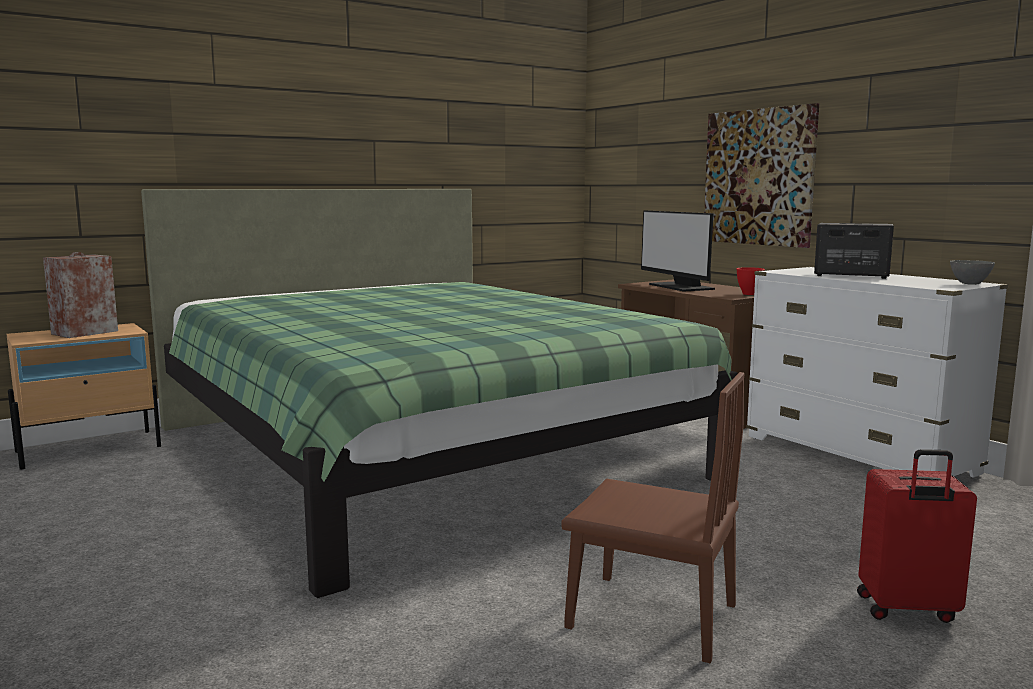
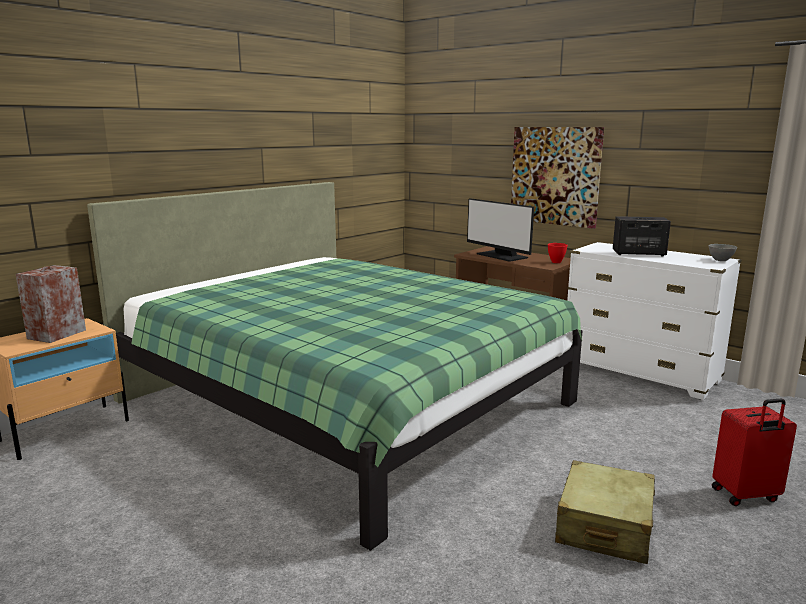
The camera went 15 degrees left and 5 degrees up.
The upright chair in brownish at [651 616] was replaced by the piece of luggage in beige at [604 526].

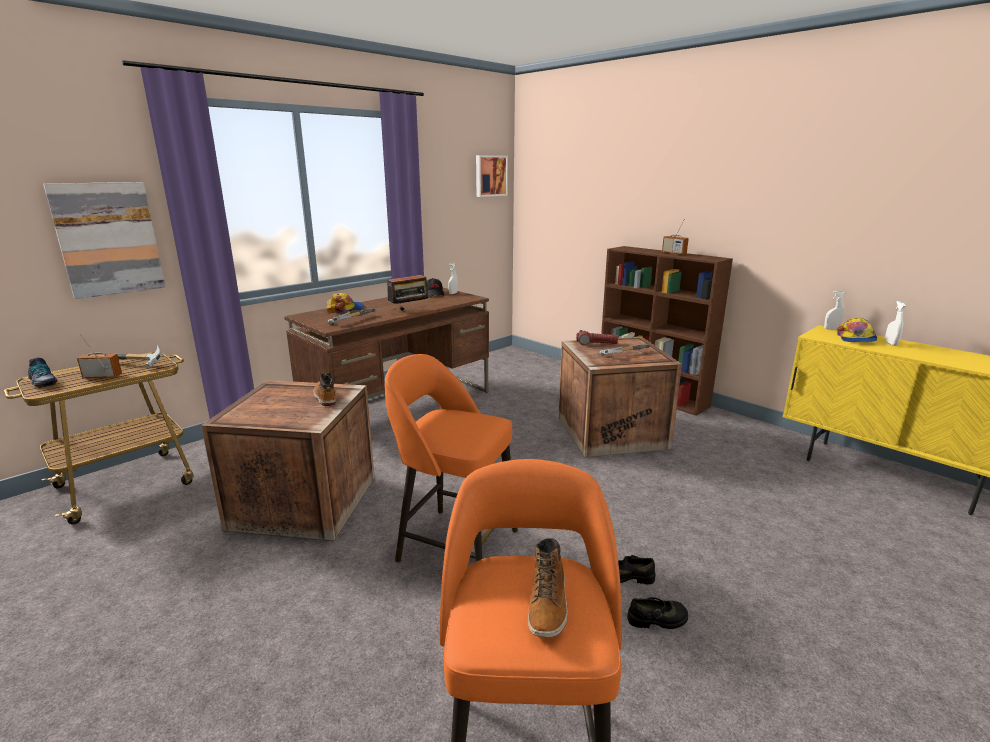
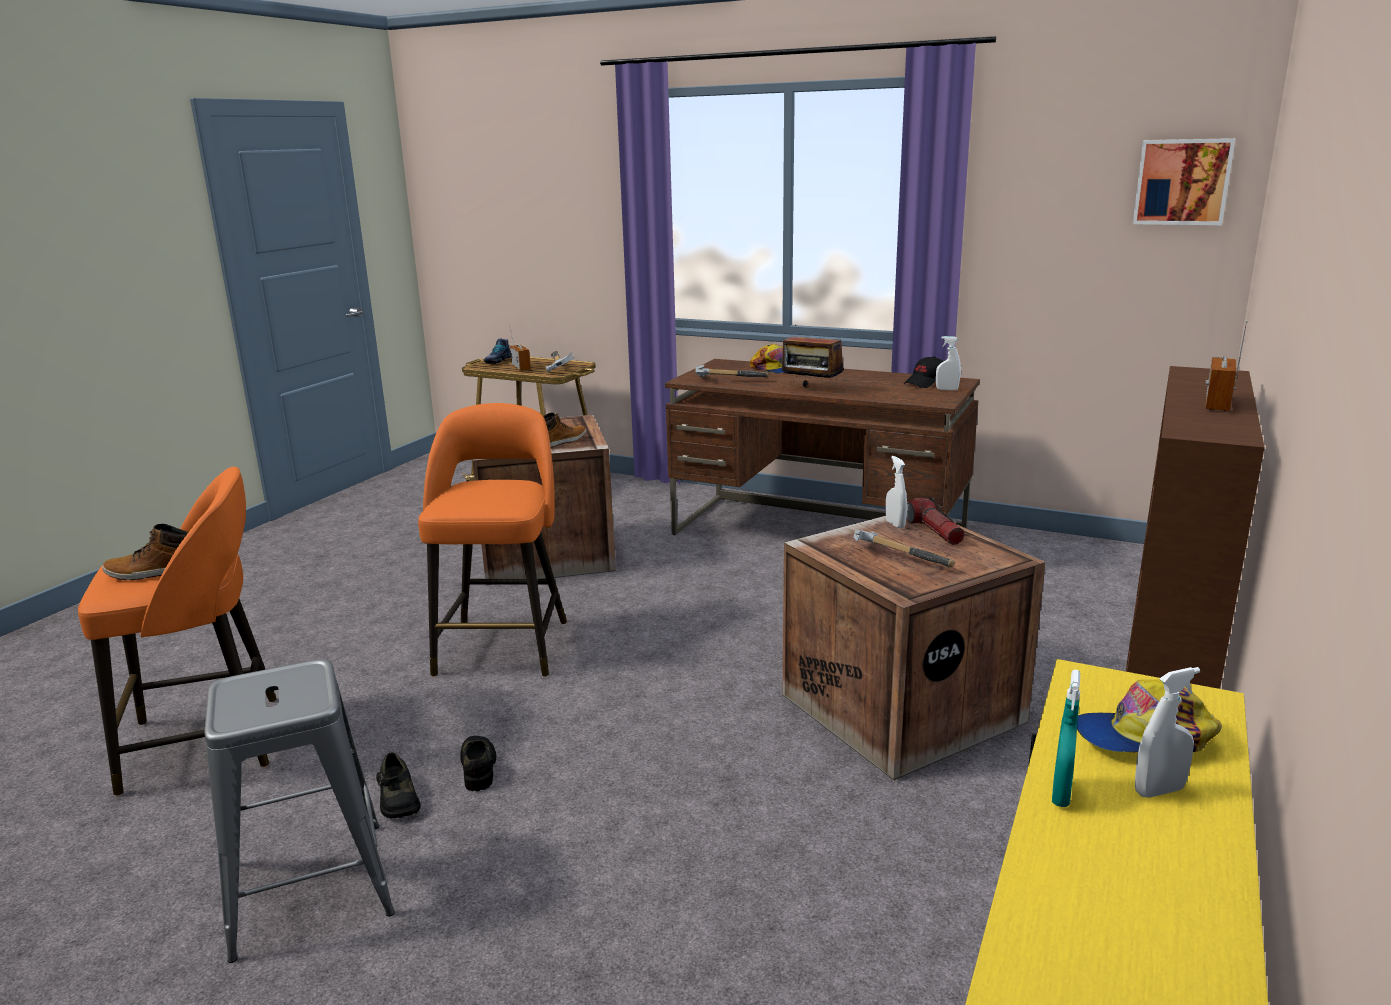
The camera went 70 degrees right and 0 degrees up.
The wall picture at [108 239] disappeared.
The stool in gray at [310 888] appeared.
The sprayer in blue-green at [1061 794] appeared.
The sprayer in white moved from [831 329] to [895 524].

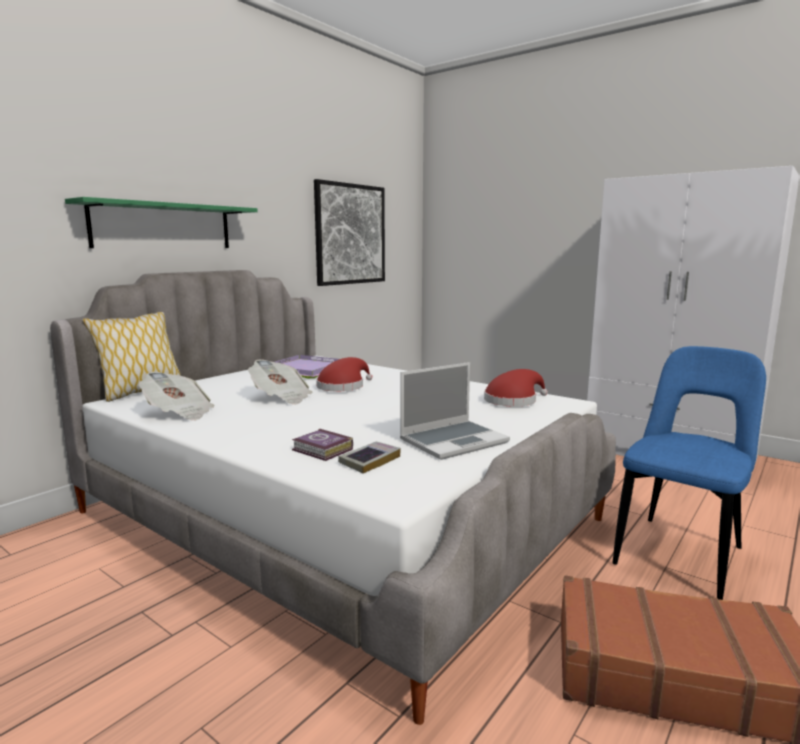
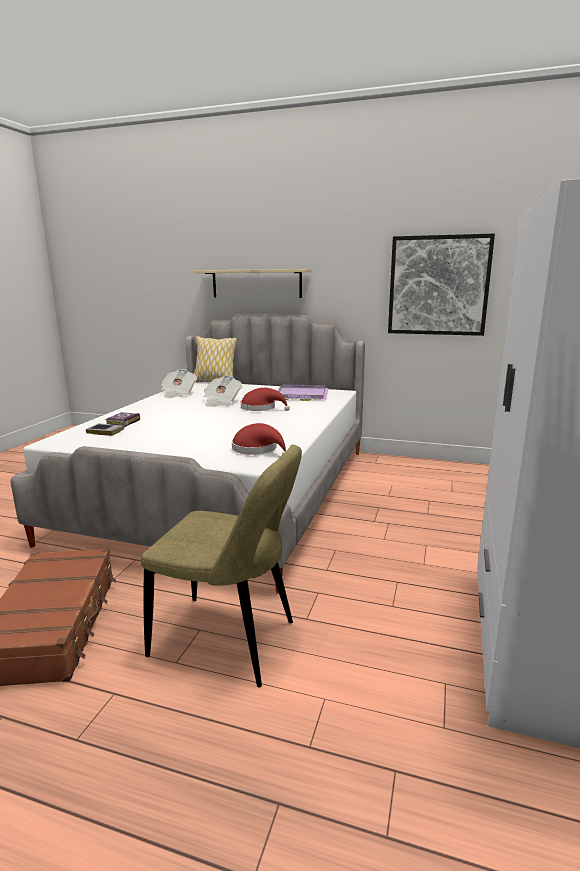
The camera went 70 degrees right and 5 degrees up.
The notebook computer at [454 441] disappeared.
The wall shelf in green at [163 226] became the wall shelf in beige at [256 283].
The upright chair in blue at [681 553] became the upright chair in beige at [229 641].

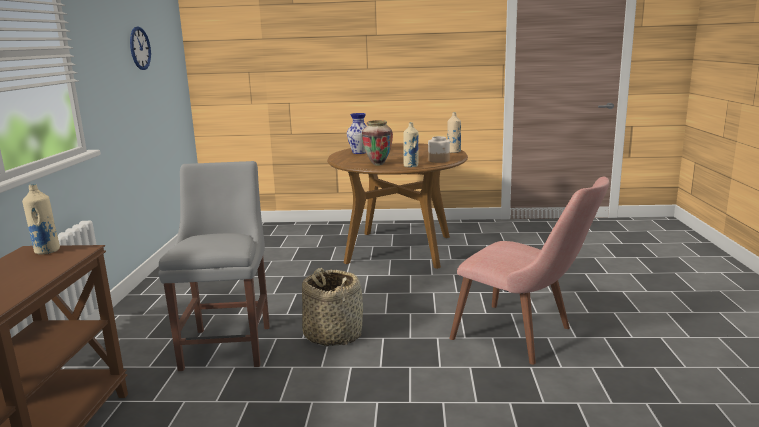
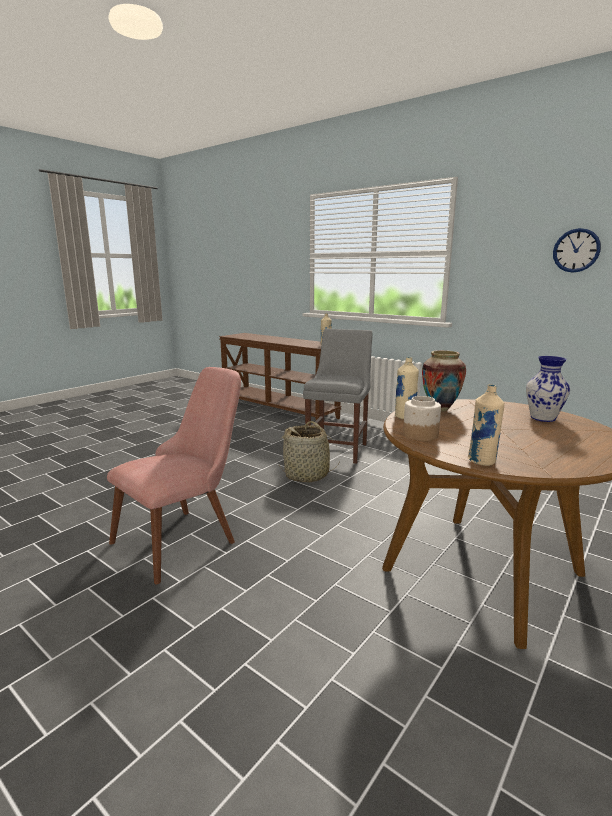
The camera went 125 degrees right and 0 degrees up.
The upright chair in gray at [229 344] turned 105 degrees counterclockwise.
The upright chair in pink-coloured at [526 336] turned 150 degrees clockwise.

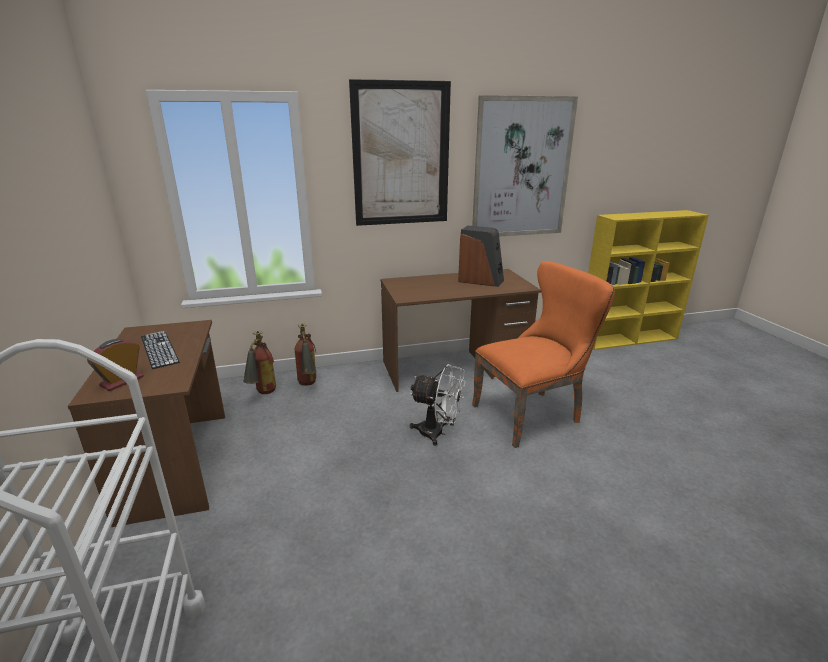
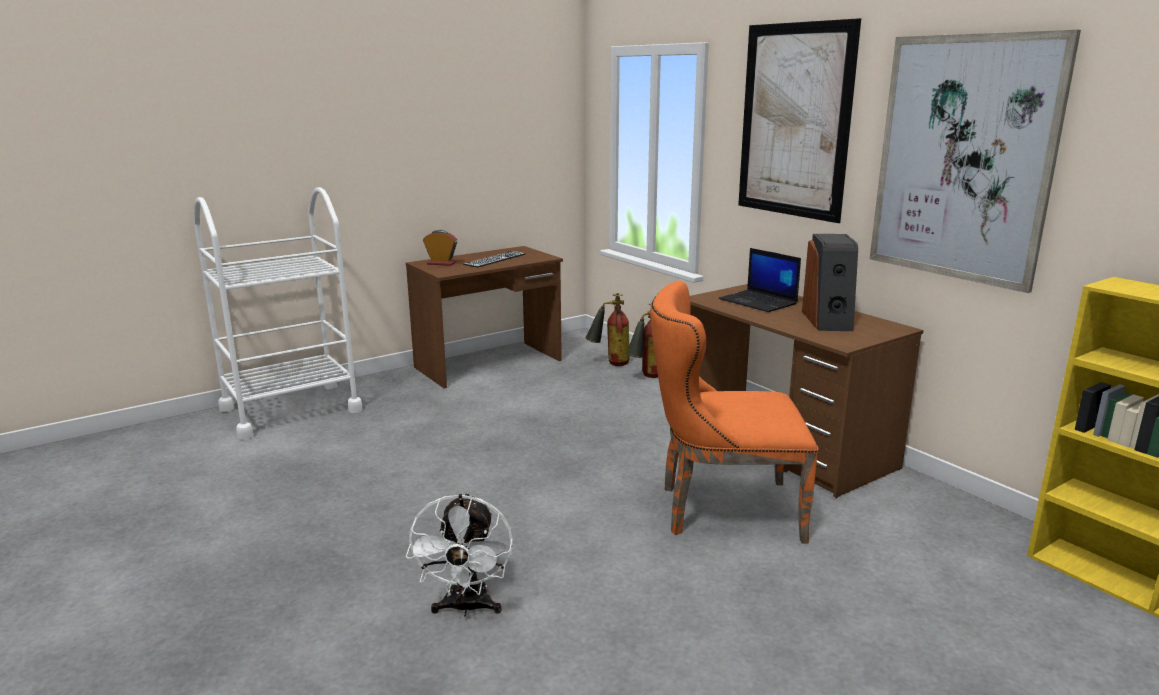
The camera went 70 degrees right and 5 degrees down.
The notebook computer at [759 302] appeared.
The cooling fan in white moved from [437 433] to [467 608].
The upright chair in orange at [532 413] turned 135 degrees clockwise.

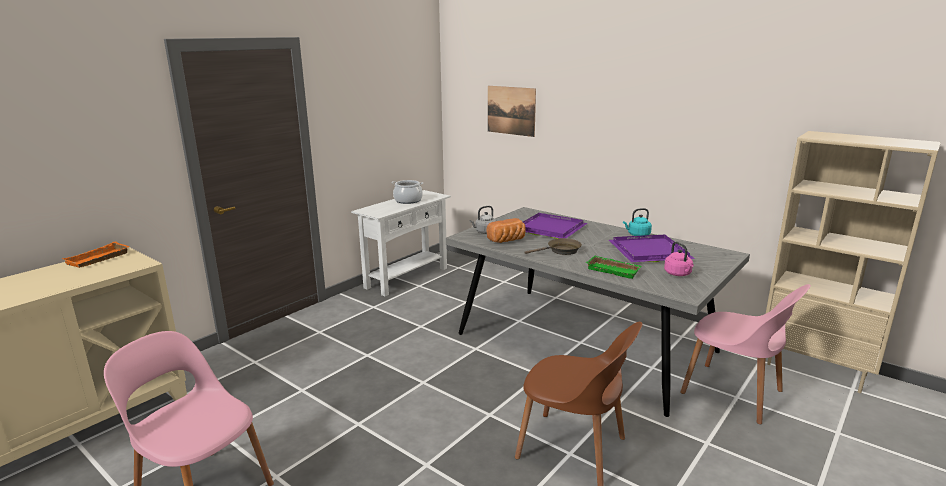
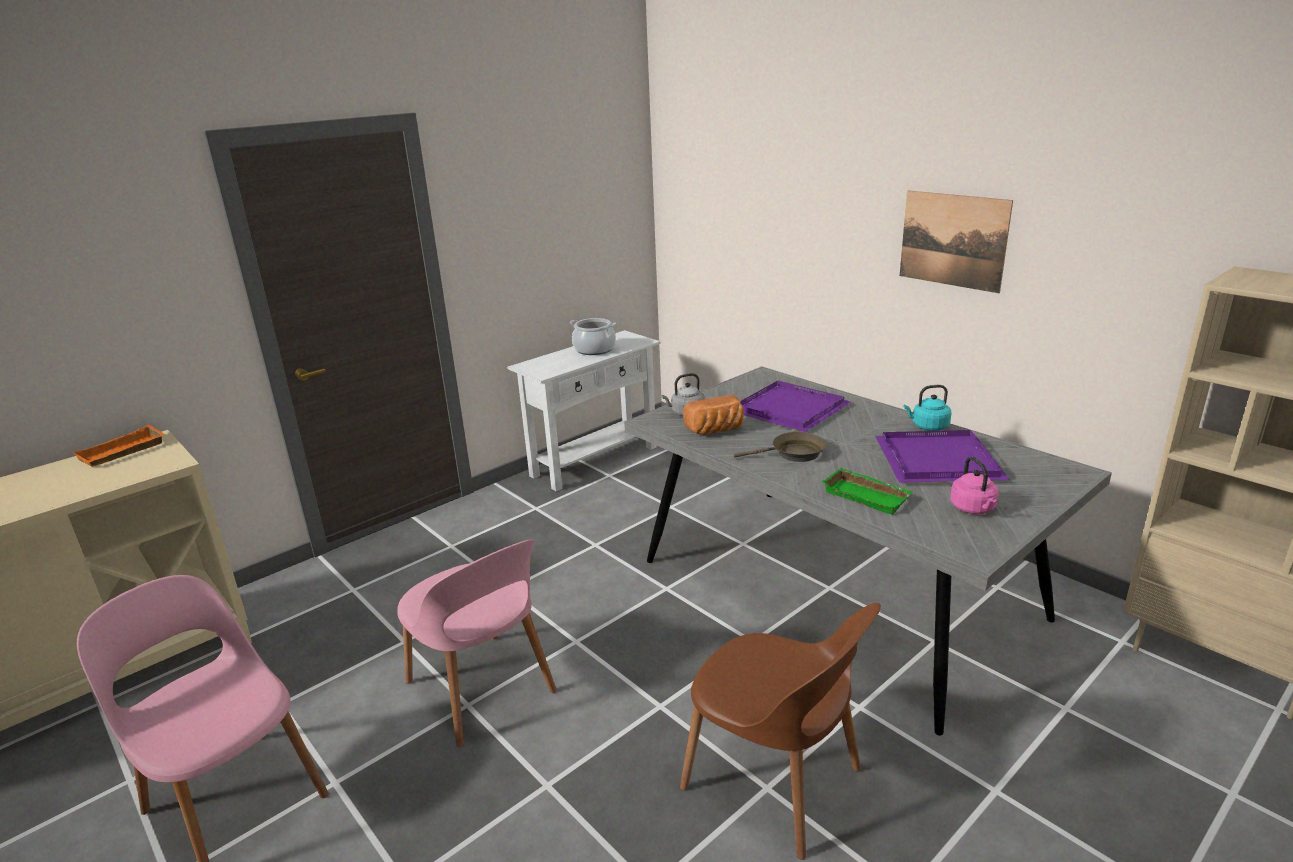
The camera went 10 degrees right and 5 degrees up.
The wall picture moved from [511 110] to [953 240].
The upright chair in pink-coloured moved from [734 393] to [481 689].

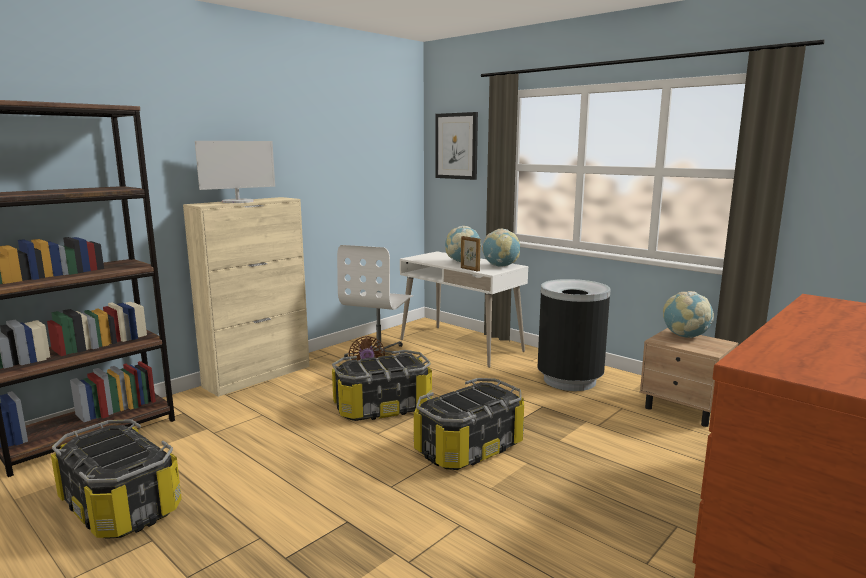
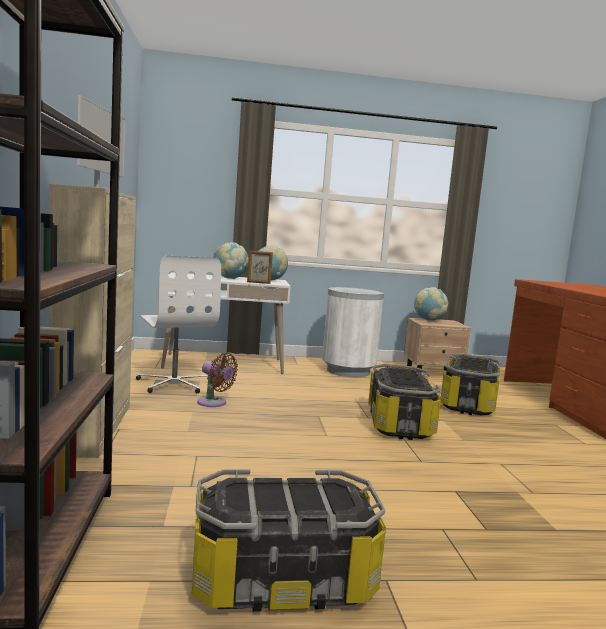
The camera went 50 degrees left and 5 degrees down.
The wall picture at [456 146] disappeared.
The storage container moved from [382 407] to [468 404].
The trash can in blackish at [569 380] became the trash can in white at [348 371].

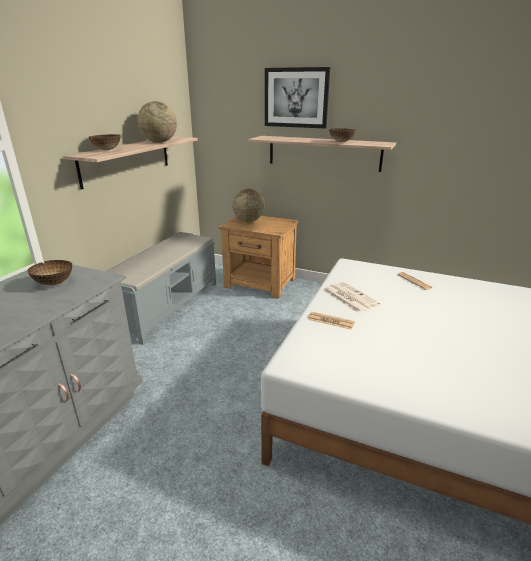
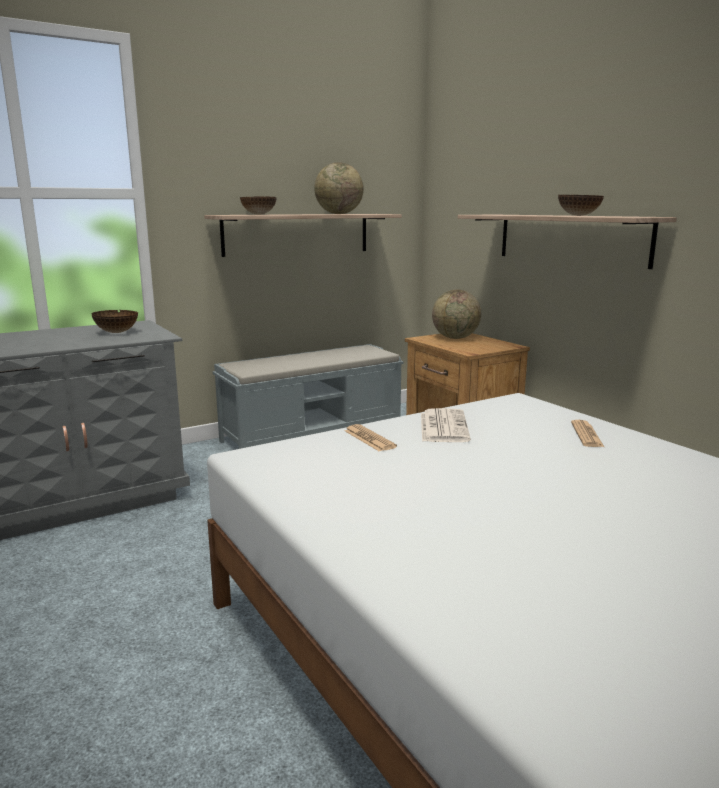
The camera went 35 degrees right and 10 degrees down.
The wall picture at [296 98] disappeared.

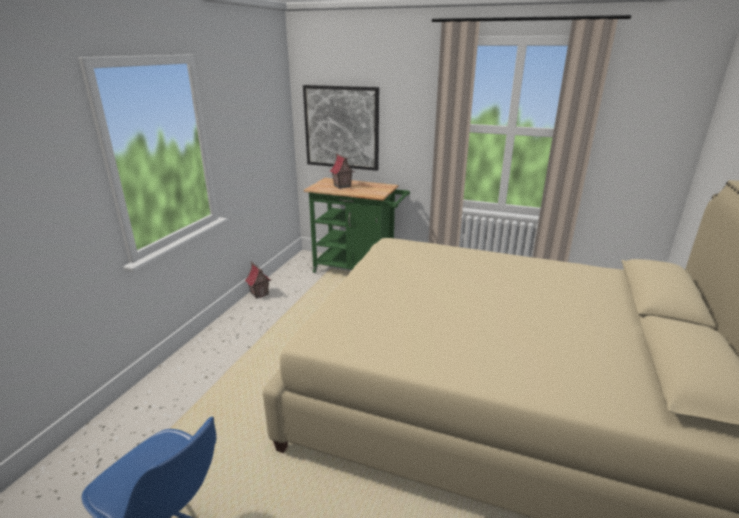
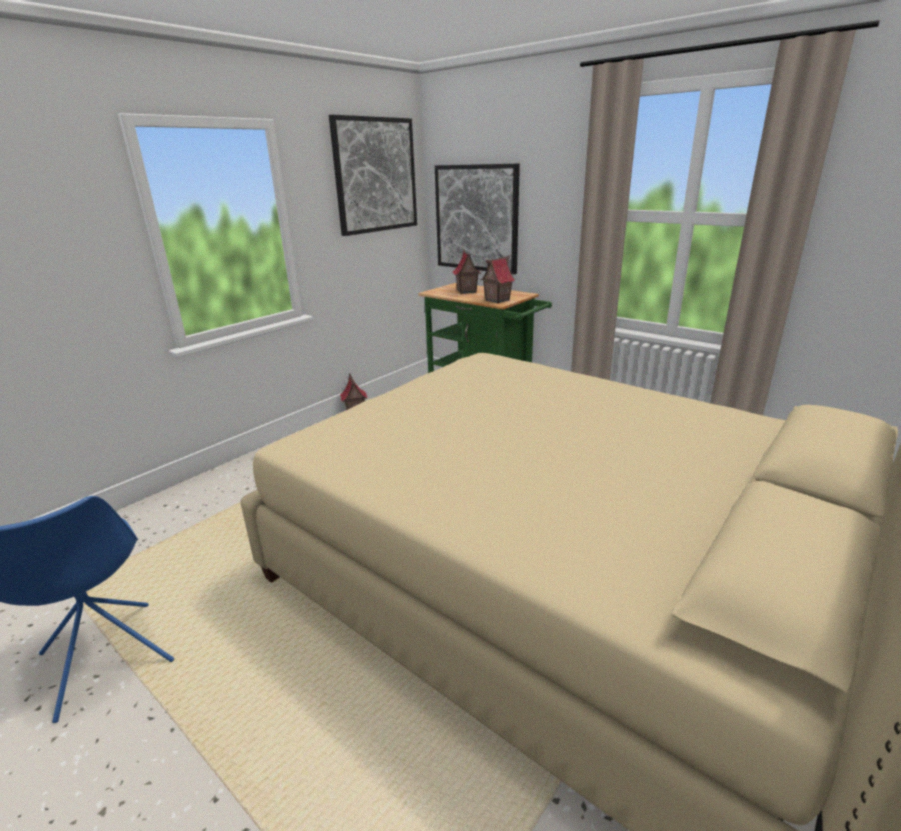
The camera went 20 degrees right and 0 degrees up.
The wall picture at [375 175] appeared.
The model house at [497 300] appeared.

